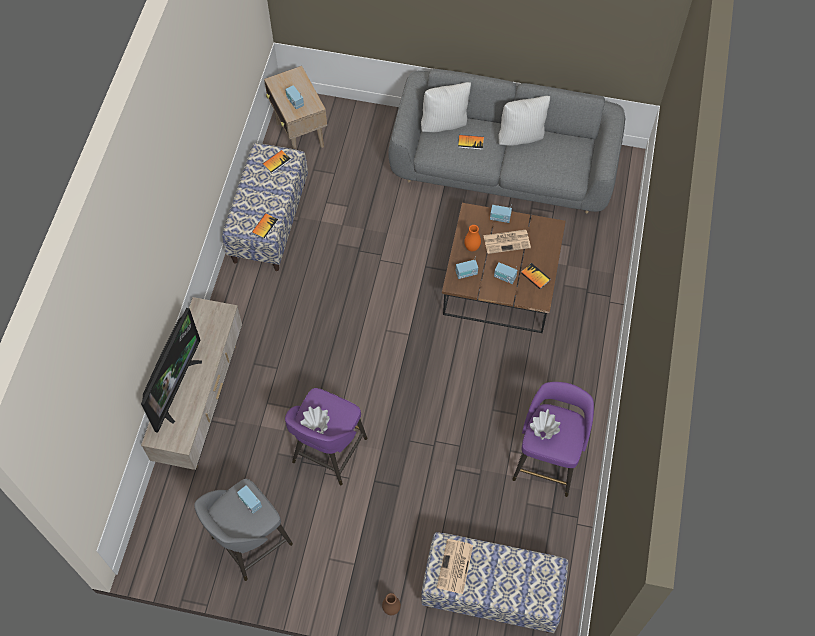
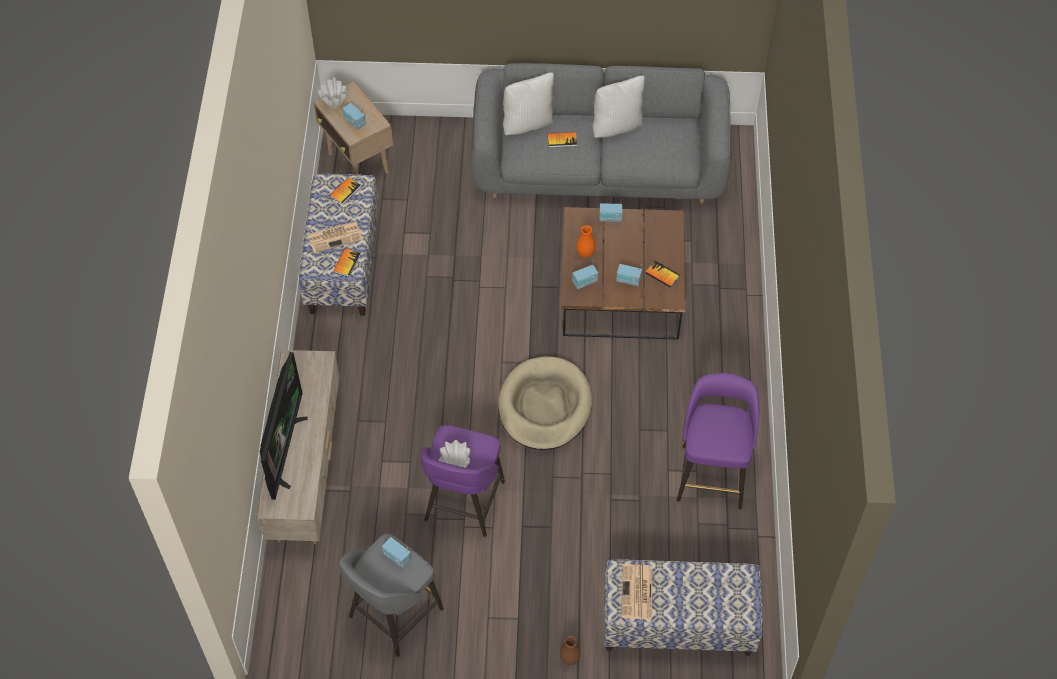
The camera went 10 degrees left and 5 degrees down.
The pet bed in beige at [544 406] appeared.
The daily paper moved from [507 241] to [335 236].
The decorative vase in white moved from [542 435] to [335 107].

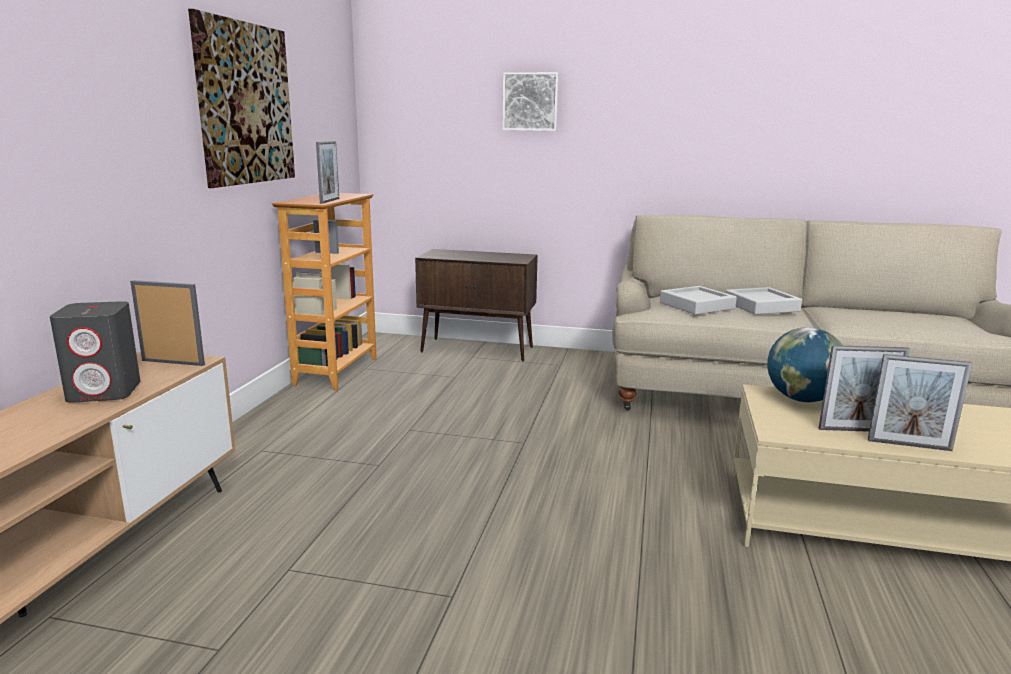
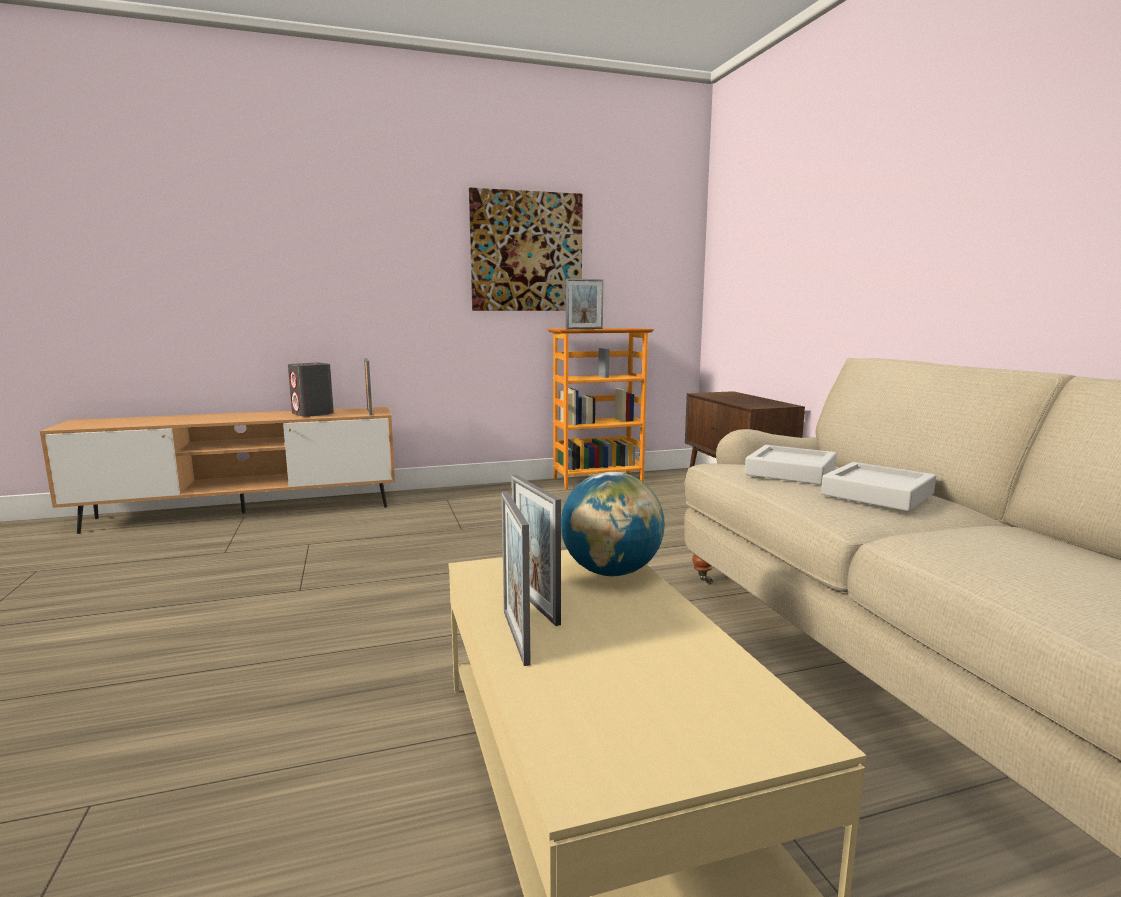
The camera went 60 degrees right and 5 degrees down.
The wall picture at [530 102] disappeared.

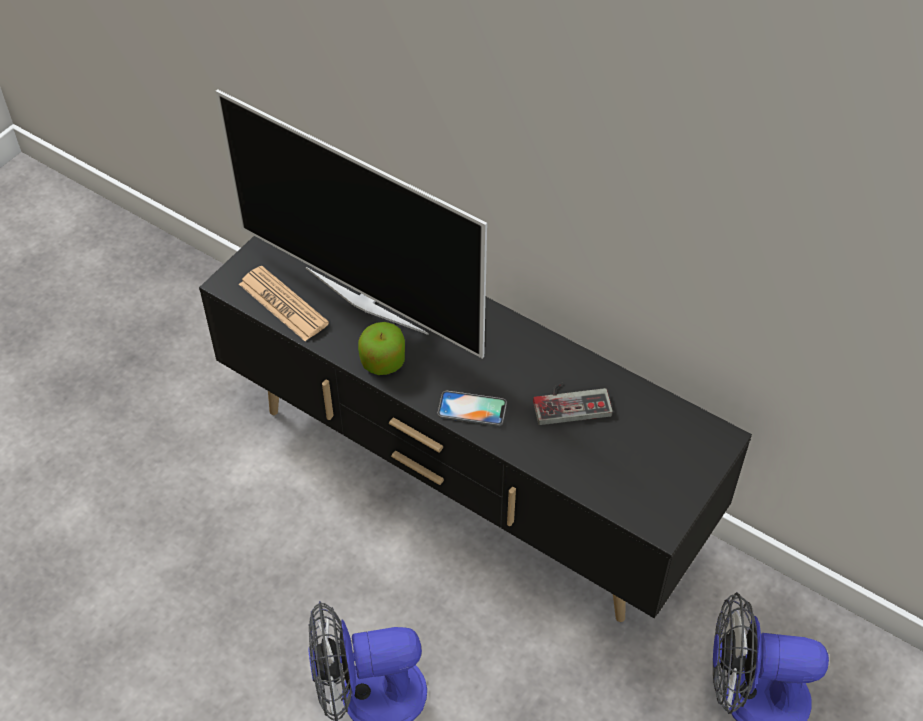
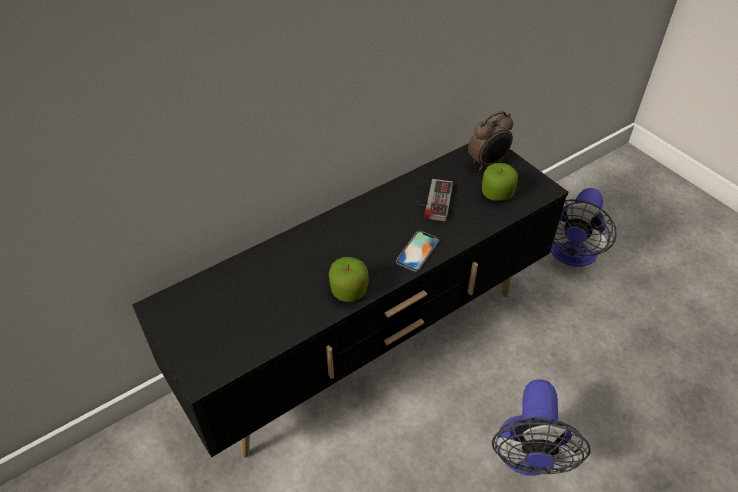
The camera went 70 degrees left and 5 degrees down.
The TV set at [367 299] disappeared.
The daily paper at [283 304] disappeared.
The alarm clock at [488 163] appeared.
The whole apple at [497 193] appeared.

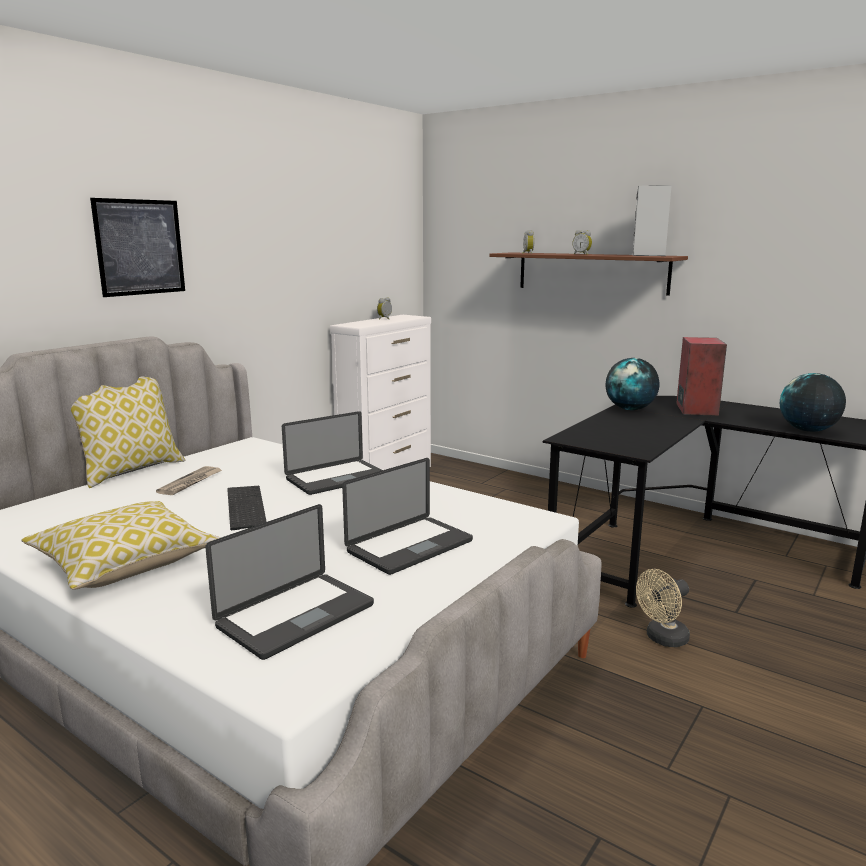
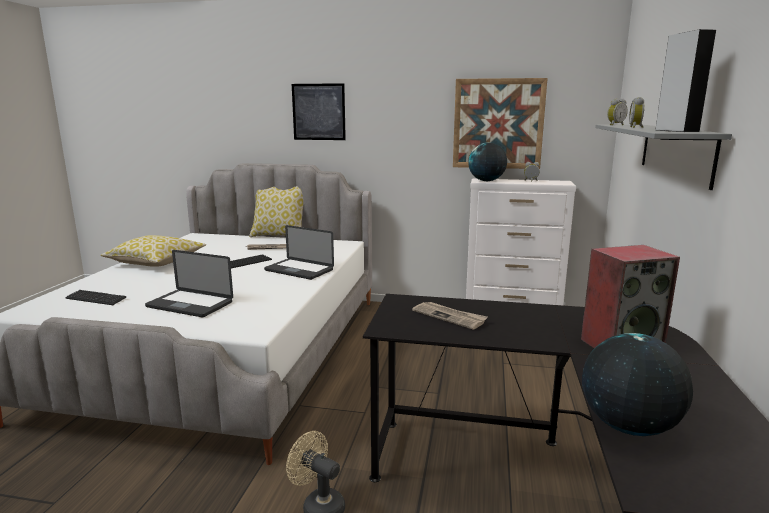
The camera went 65 degrees right and 0 degrees up.
The daily paper at [449 317] appeared.
The wall picture at [498 124] appeared.
The desk globe moved from [630 409] to [486 181].
The notebook computer at [296 616] was replaced by the PC keyboard at [96 299].
The wall shelf in brownish at [591 272] became the wall shelf in gray at [675 152].

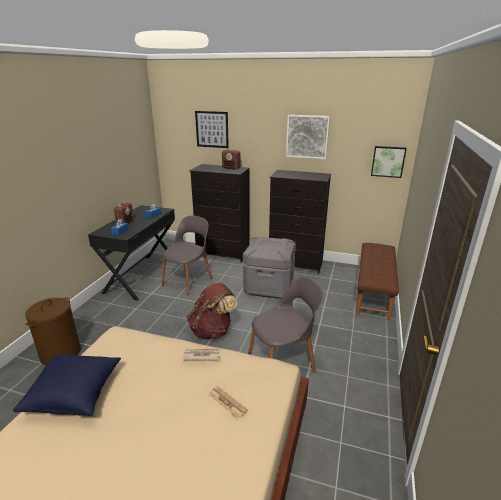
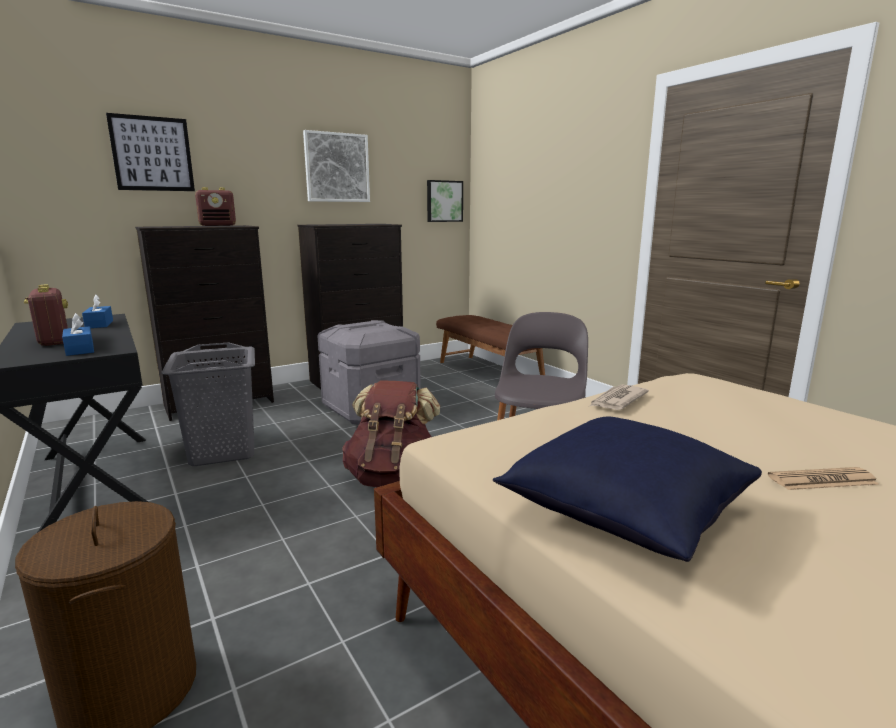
The camera went 50 degrees left and 10 degrees down.
The daily paper moved from [227 402] to [822 480].
The upright chair in gray at [188 281] was replaced by the hamper in gray at [223 451].

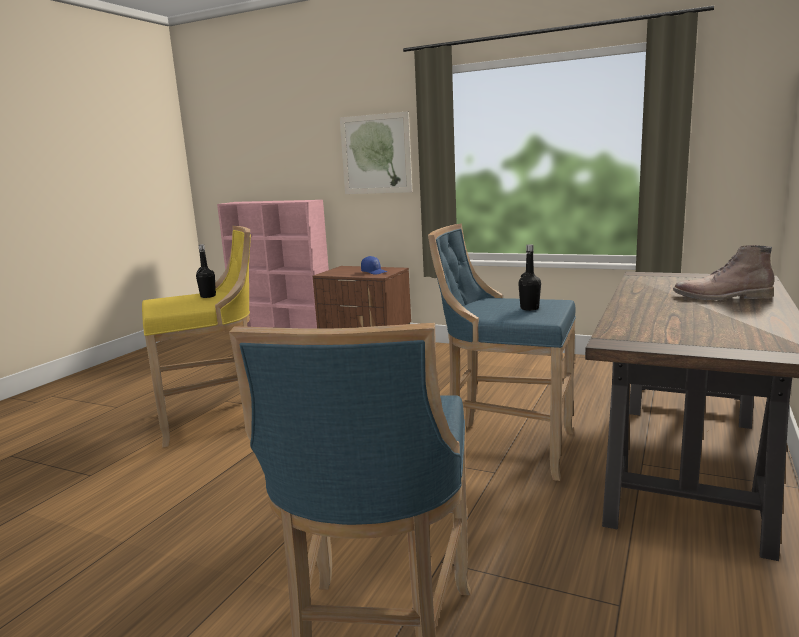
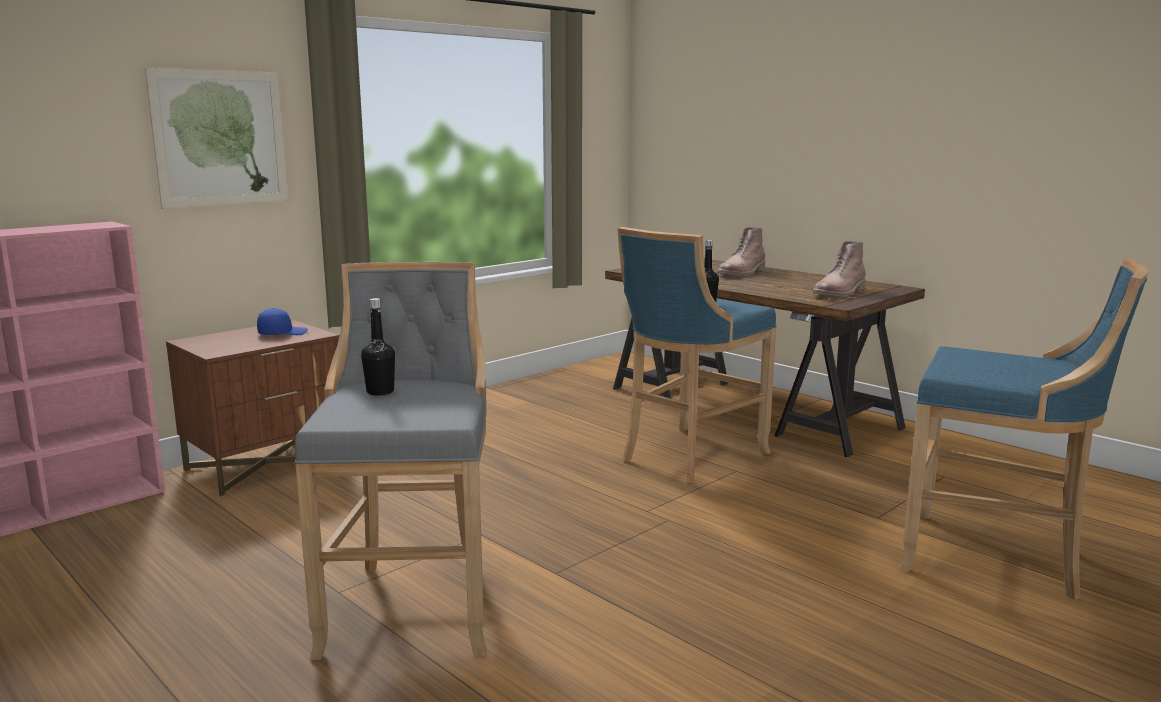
The camera went 70 degrees left and 0 degrees up.
The high-top boot in brownish at [840 293] appeared.
The stool in yellow at [215 419] became the stool in gray at [413 604].

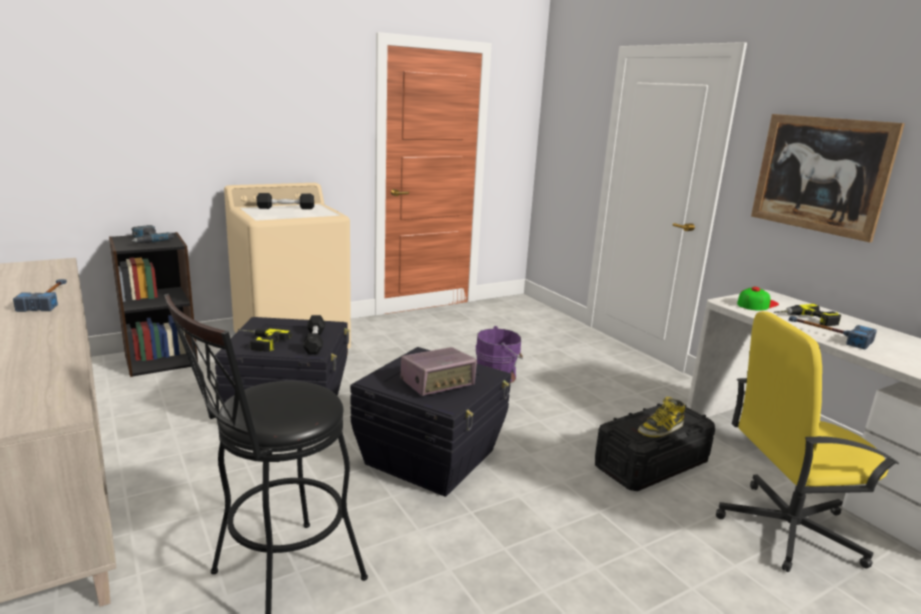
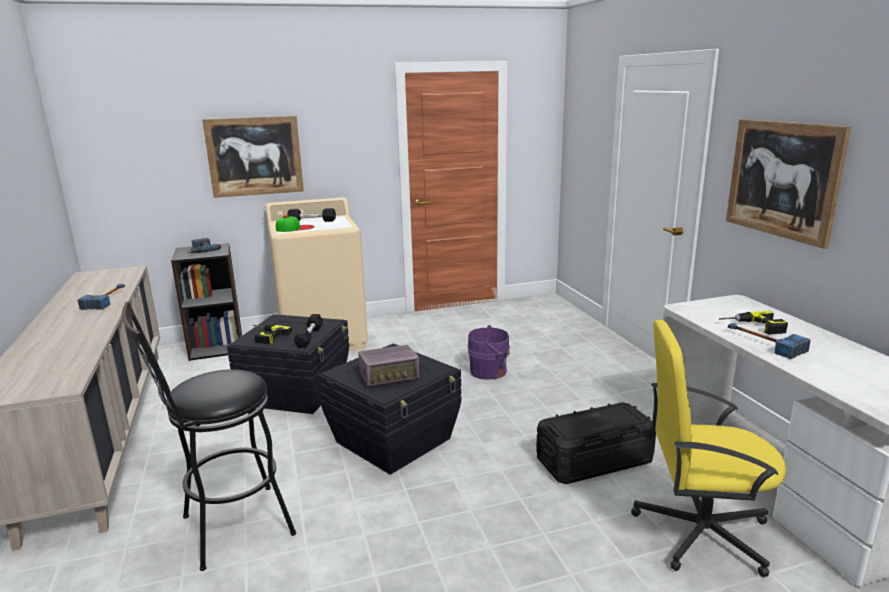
The camera went 15 degrees right and 0 degrees up.
The high-top boot at [661 429] disappeared.
The wall picture at [254 156] appeared.
The cap moved from [757 303] to [295 228].

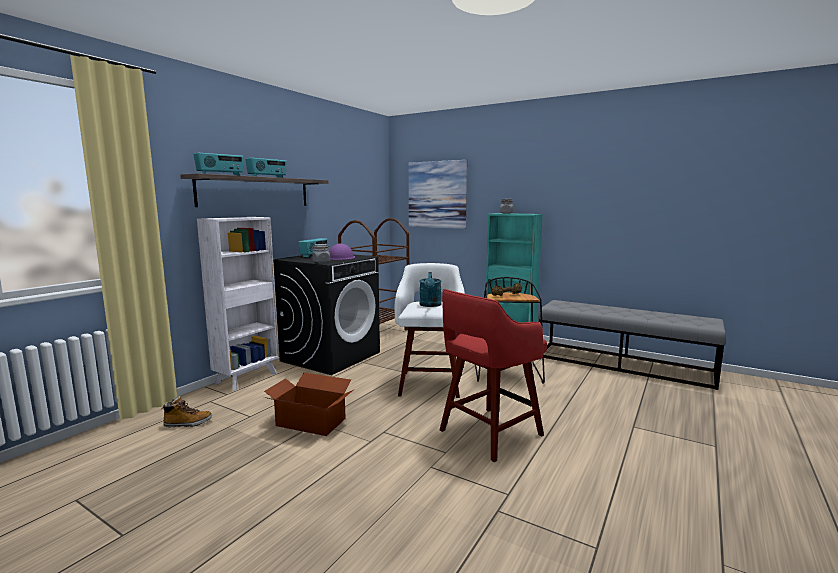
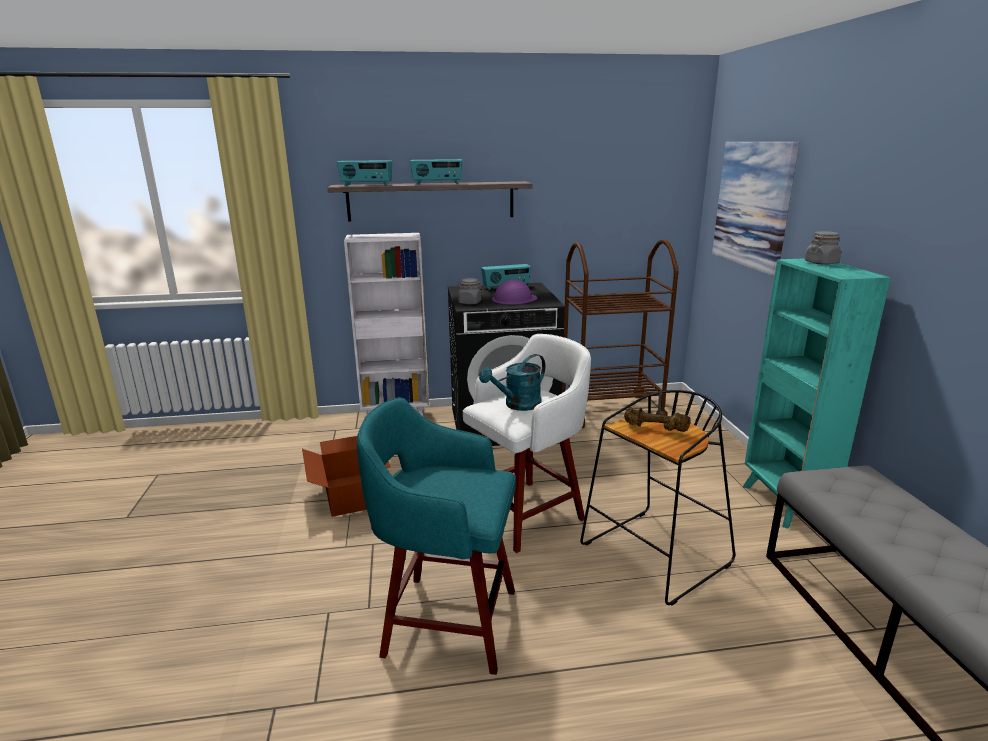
The camera went 50 degrees right and 10 degrees up.
The high-top boot at [188 423] disappeared.
The stool in reddish at [488 434] became the stool in blue-green at [446 621].

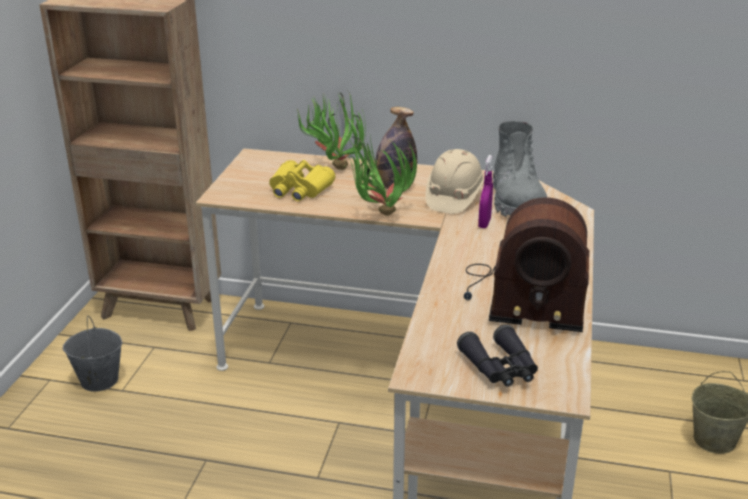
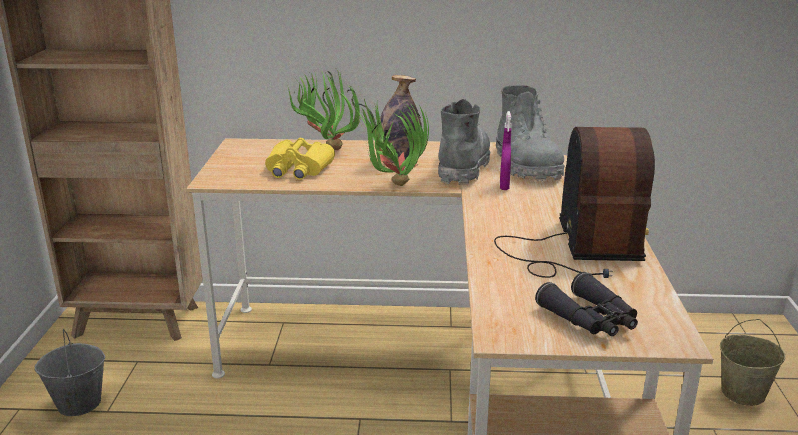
The camera went 10 degrees left and 5 degrees down.
The safety helmet in beige at [453 198] was replaced by the high-top boot in gray at [462 166].
The radio receiver at [522 297] turned 90 degrees counterclockwise.

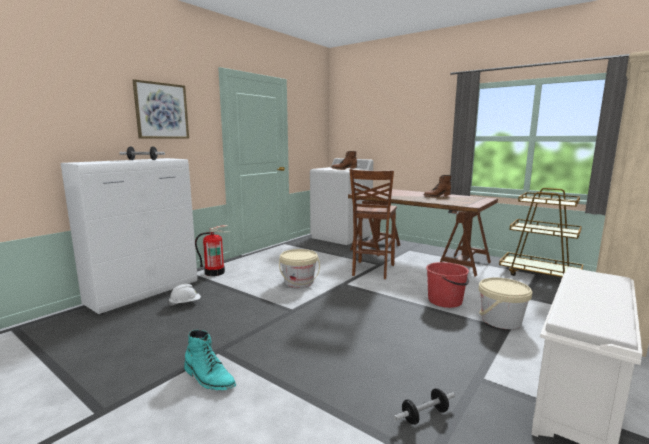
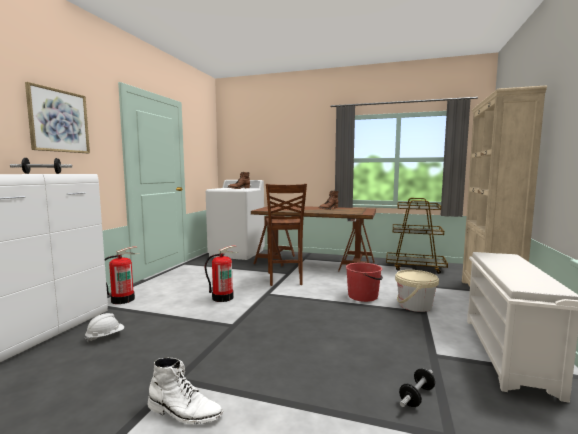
The camera went 20 degrees left and 5 degrees down.
The water bucket in beige at [299 282] was replaced by the fire-fighting cylinder at [222 297].
The high-top boot in blue-green at [209 378] became the high-top boot in white at [184 412].

